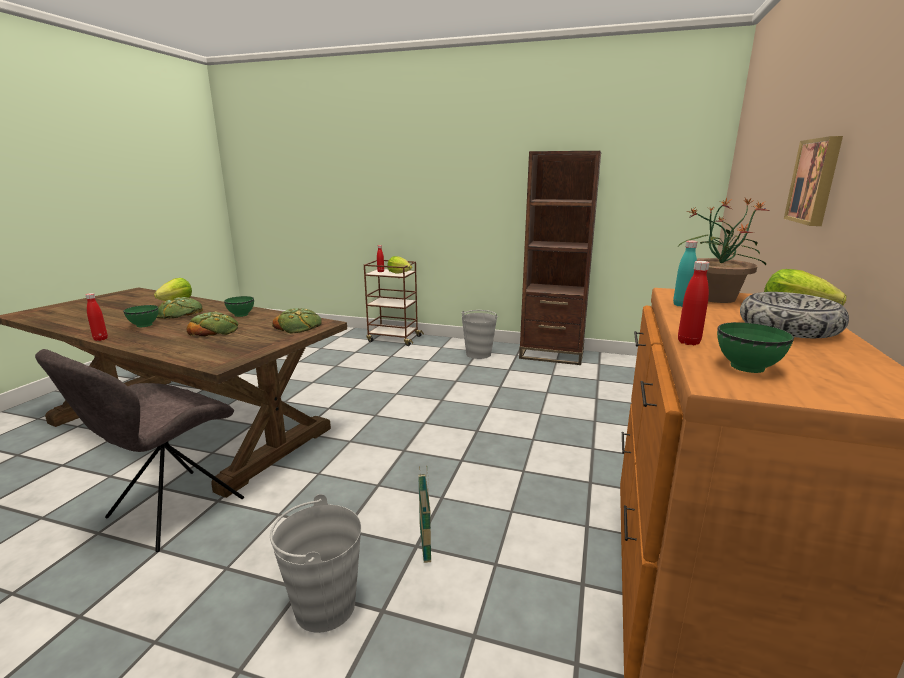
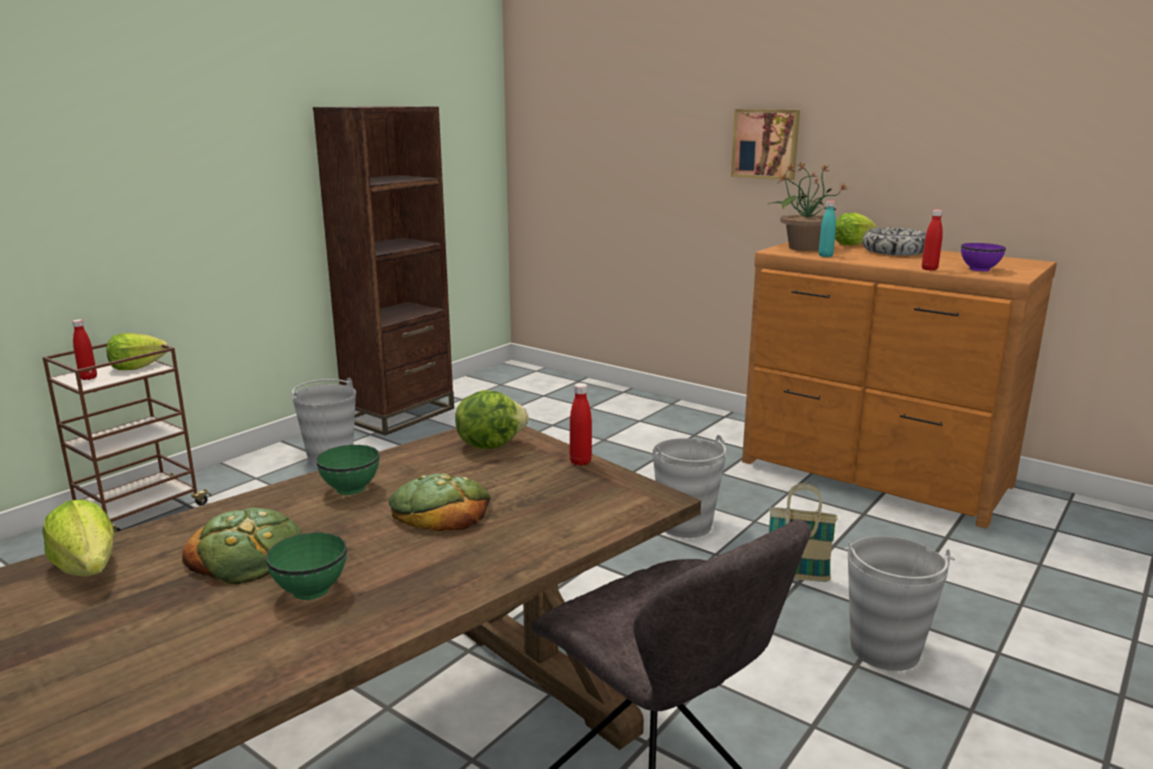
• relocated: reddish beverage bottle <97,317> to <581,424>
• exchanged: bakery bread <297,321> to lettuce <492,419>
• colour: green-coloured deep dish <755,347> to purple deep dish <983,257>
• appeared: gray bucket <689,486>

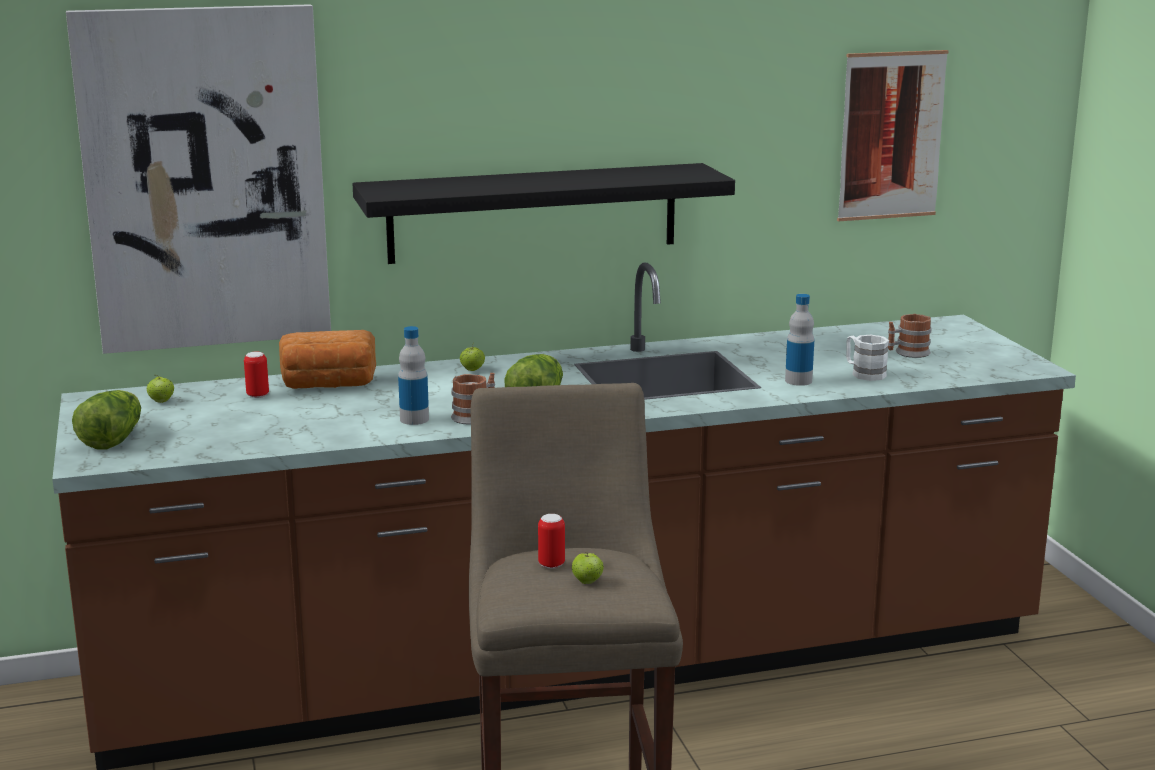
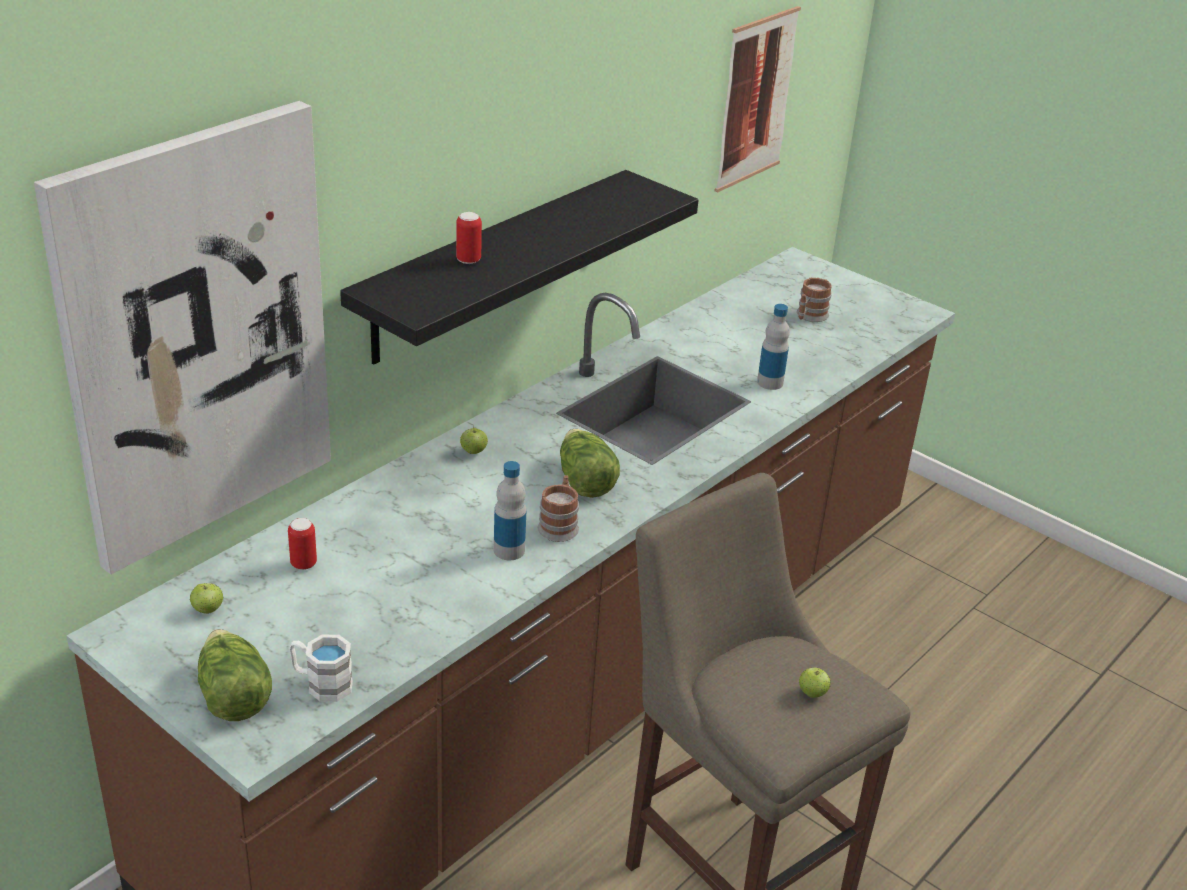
• missing: bakery bread <327,359>
• relocated: white tea mug <867,358> to <321,668>
• relocated: can <551,541> to <469,238>

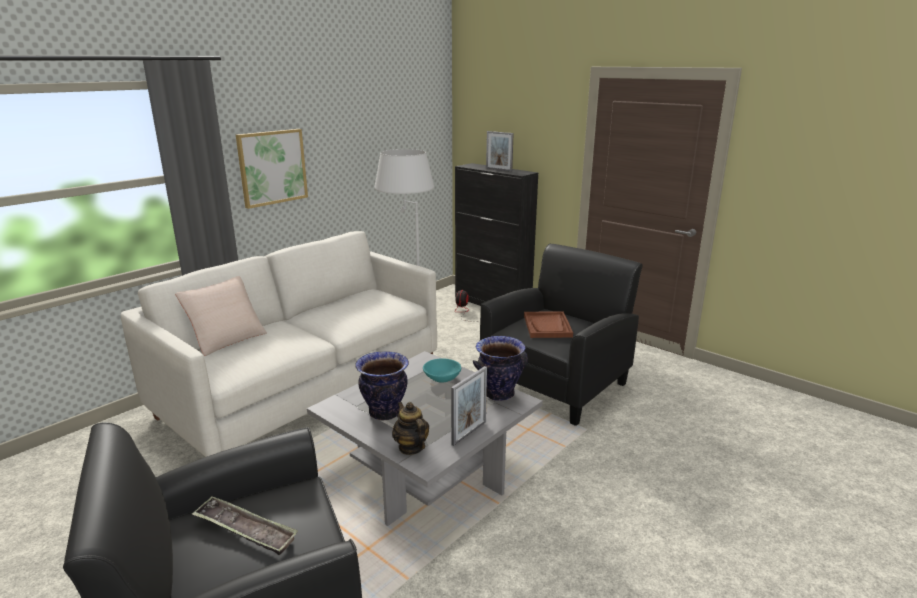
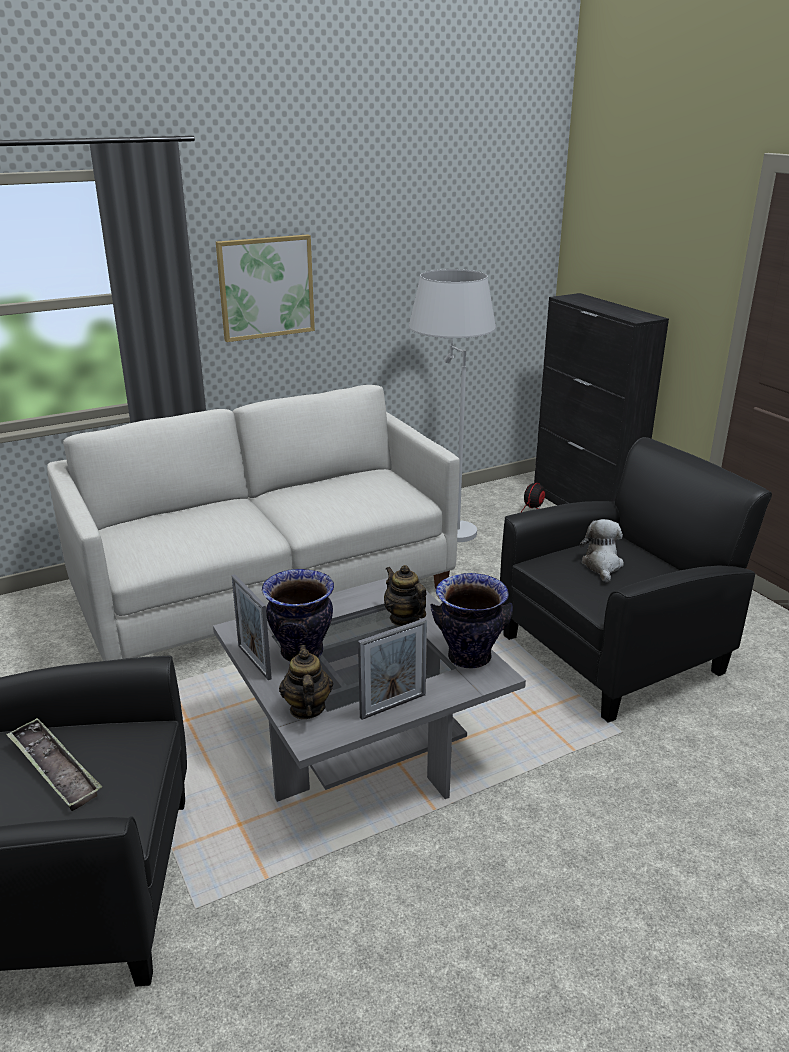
• relocated: photo frame <500,151> to <251,627>
• missing: sand-coloured pillow <221,316>
• exchanged: brownish serving tray <548,324> to soft toy <602,551>
• exchanged: turquoise-coloured deep dish <442,370> to teapot <405,595>

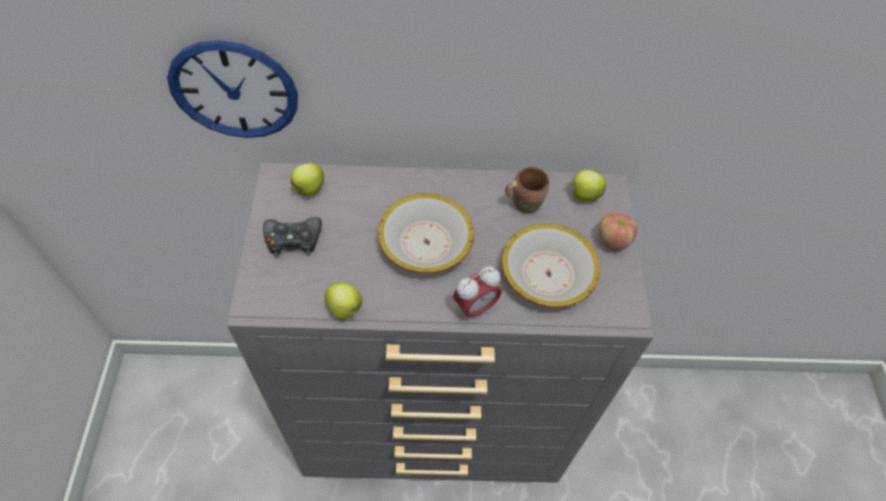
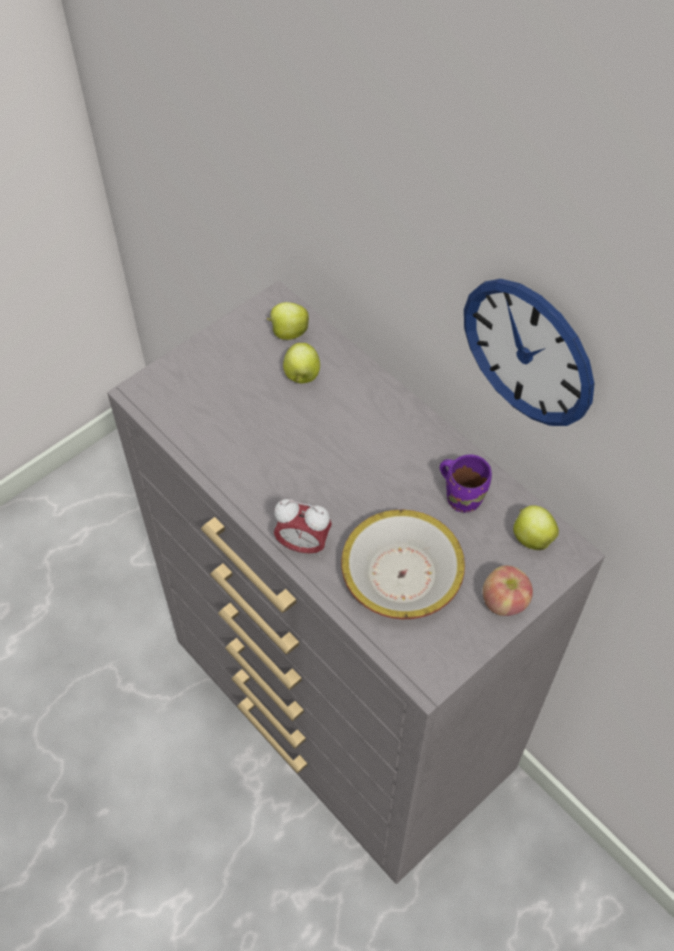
• relocated: clock on the wall <232,89> to <529,352>
• colour: brownish tea mug <527,190> to purple tea mug <466,483>
• missing: deep dish <426,233>
• missing: black joypad <292,237>
• relocated: apple <343,300> to <301,363>

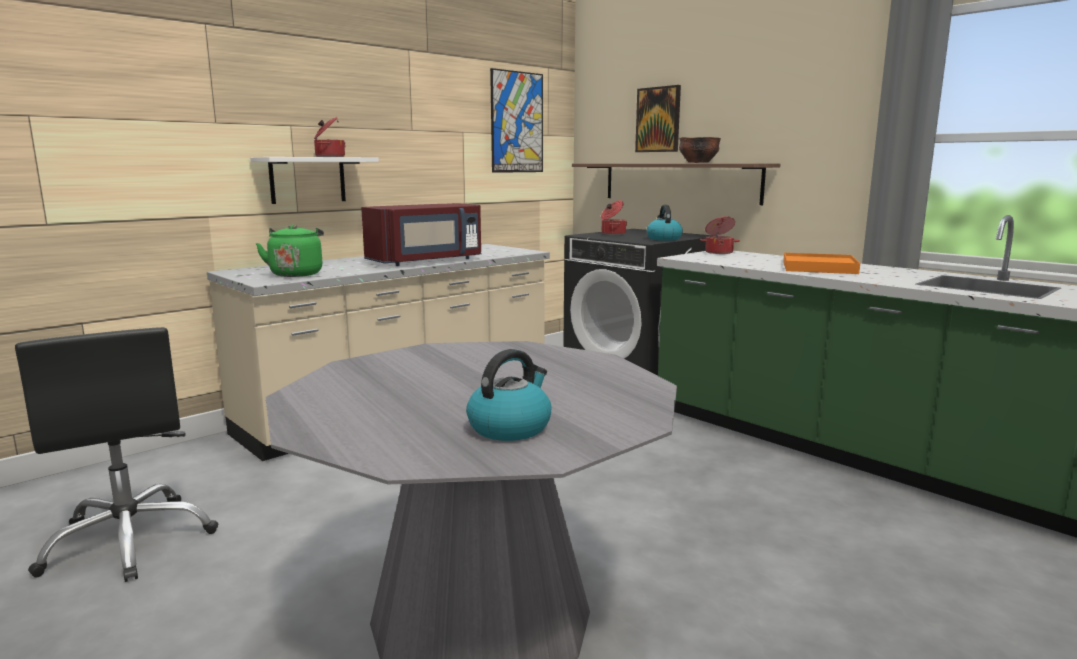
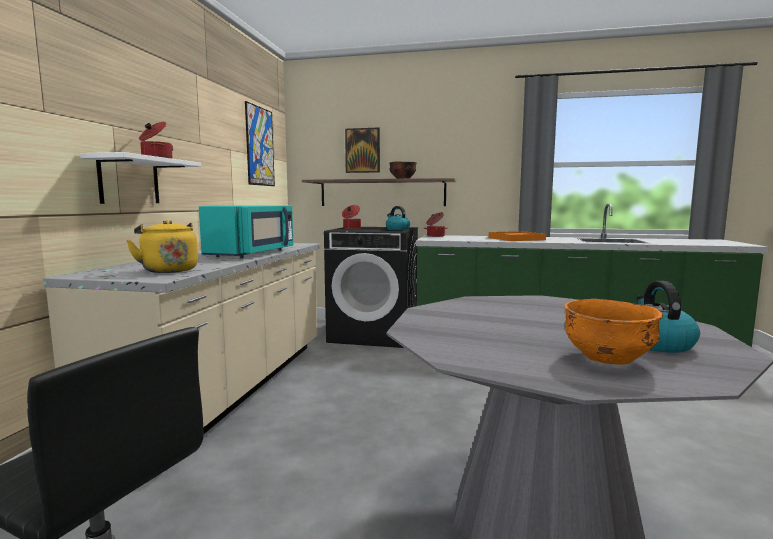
• colour: reddish microwave oven <421,234> to turquoise-coloured microwave oven <246,231>
• colour: green-coloured kettle <289,251> to yellowish kettle <162,246>
• appeared: orangey deep dish <613,332>

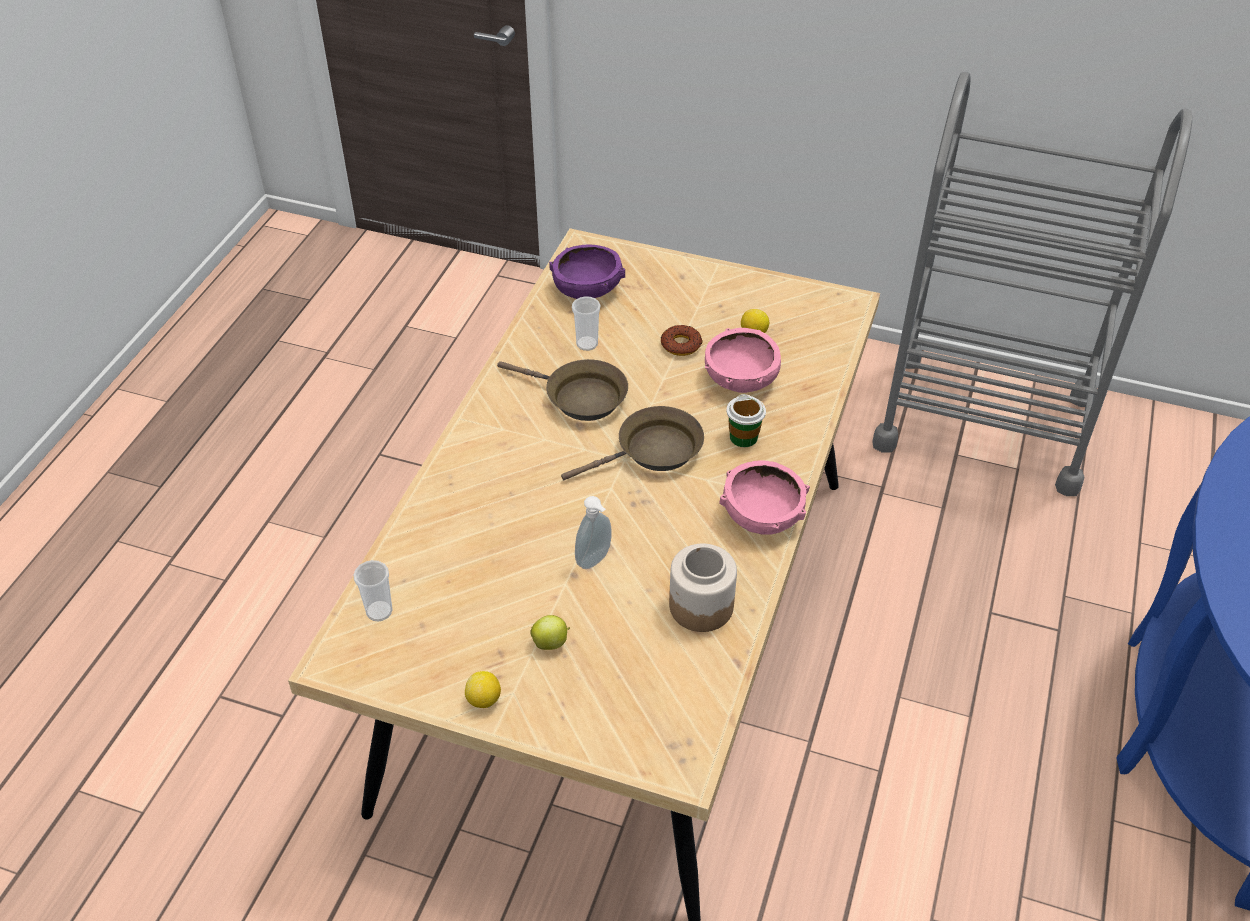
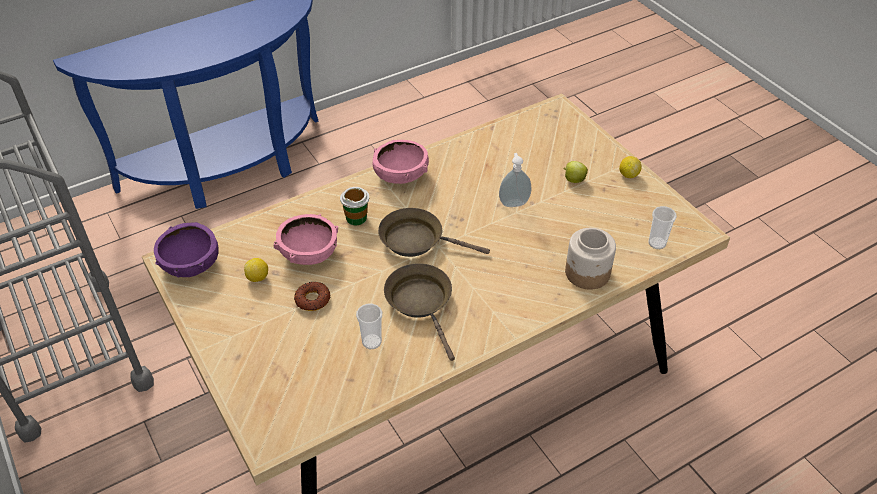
• relocated: purple deep dish <587,272> to <186,250>
• relocated: storage jar <703,588> to <590,259>

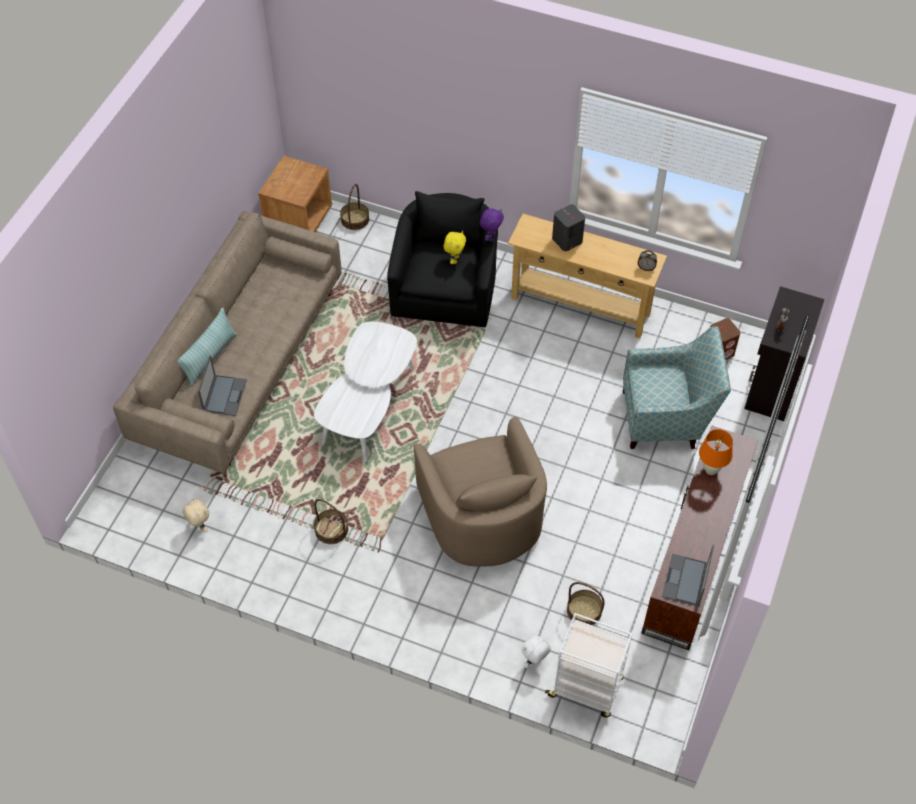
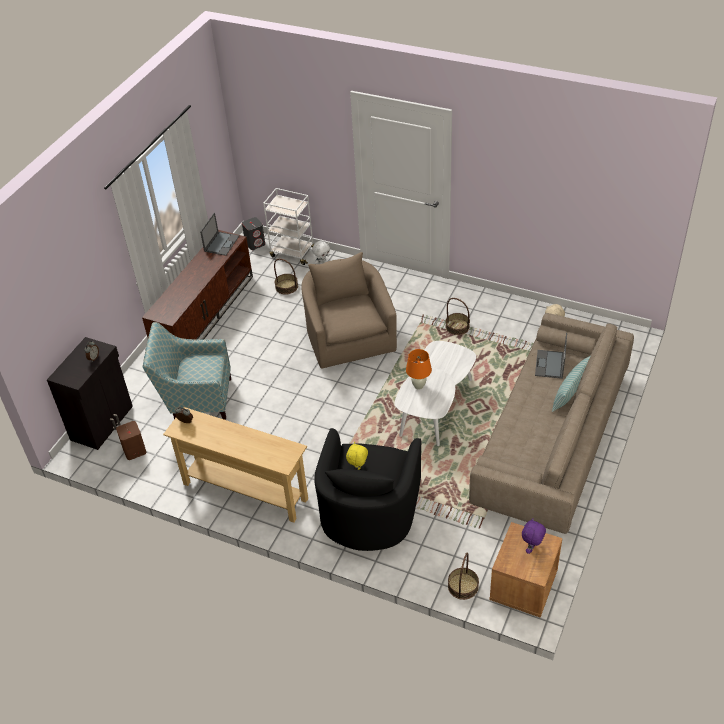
• relocated: gray loudspeaker <568,227> to <253,233>
• relocated: purple soft toy <492,224> to <534,536>
• relocated: orangey lamp for a table <716,452> to <419,369>

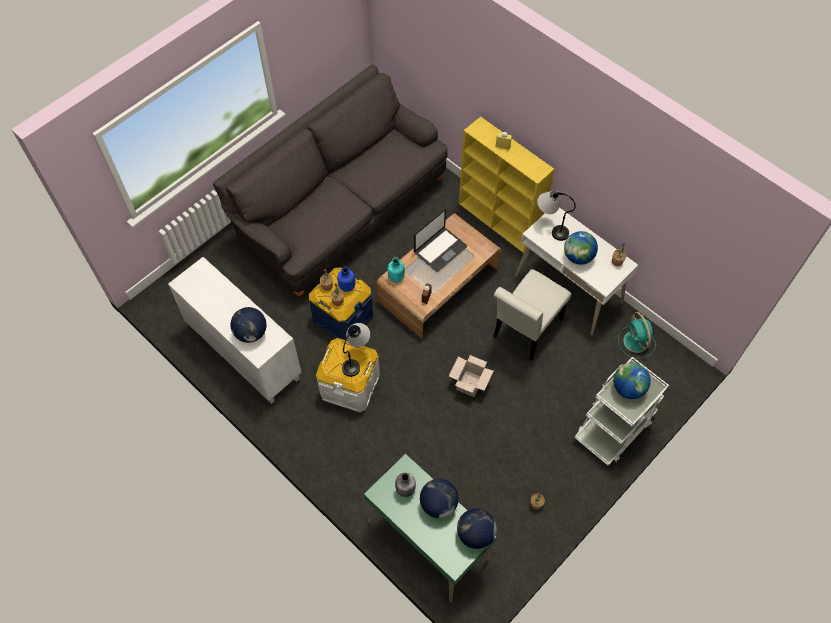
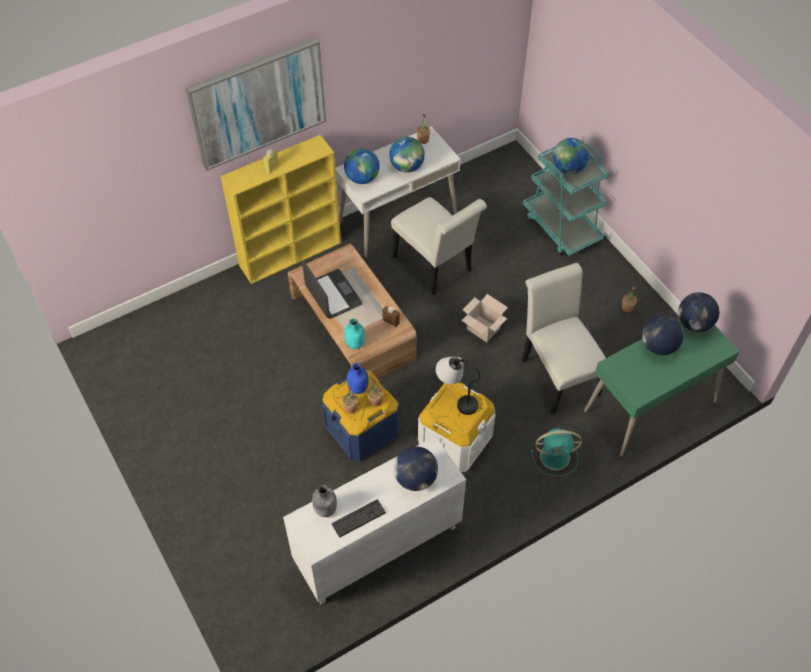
• missing: gray couch <330,180>
• exchanged: lamp for a table <556,215> to globe <362,166>
• relocated: turquoise-coloured electric fan <637,335> to <556,452>
• colour: white cart <621,411> to turquoise-coloured cart <566,199>
• relocated: gray beverage bottle <405,485> to <324,501>
• appeared: wall art <256,104>
• appeared: white upright chair <564,338>
• appeared: keyboard <359,518>

